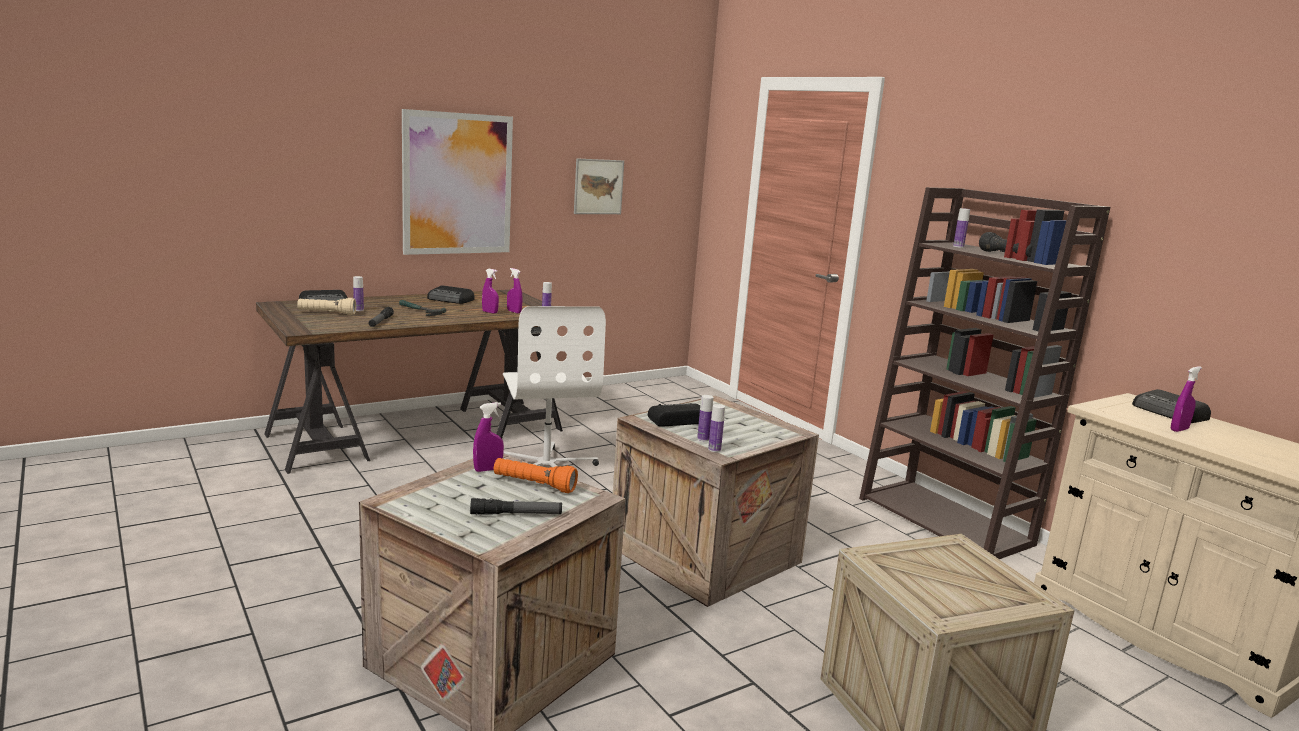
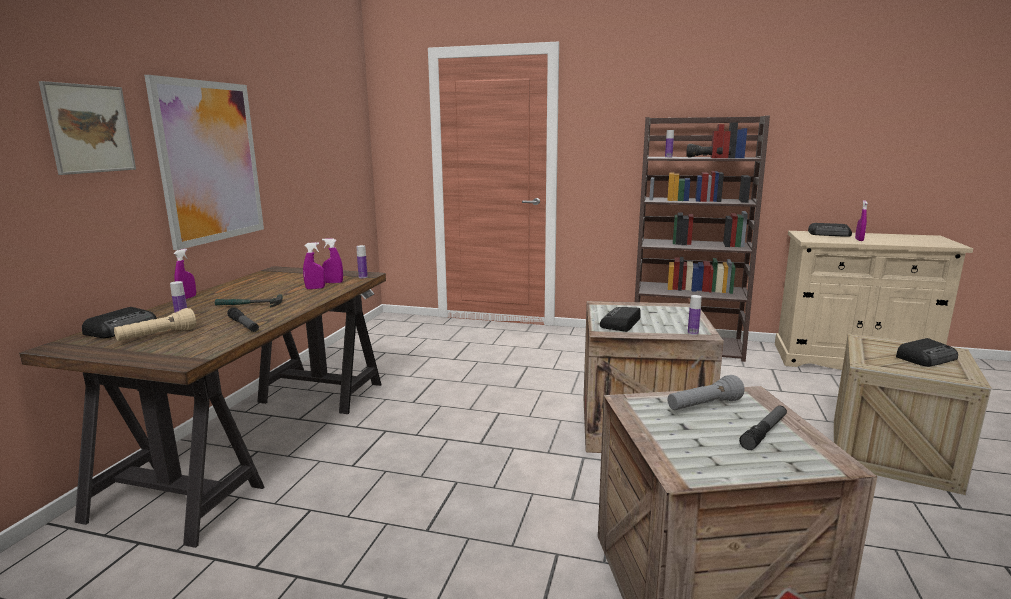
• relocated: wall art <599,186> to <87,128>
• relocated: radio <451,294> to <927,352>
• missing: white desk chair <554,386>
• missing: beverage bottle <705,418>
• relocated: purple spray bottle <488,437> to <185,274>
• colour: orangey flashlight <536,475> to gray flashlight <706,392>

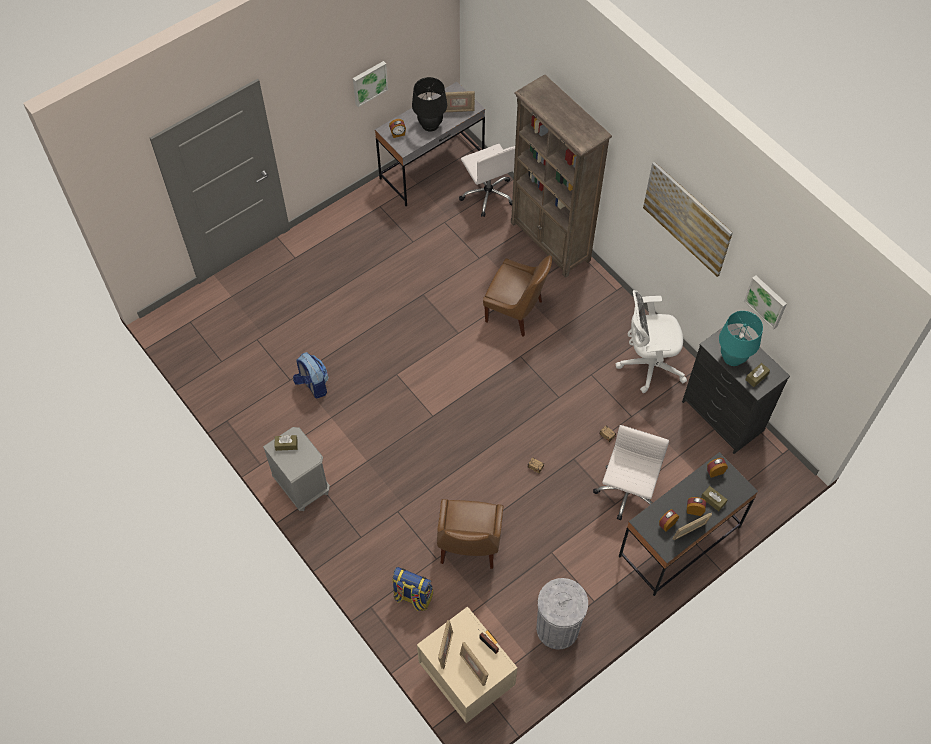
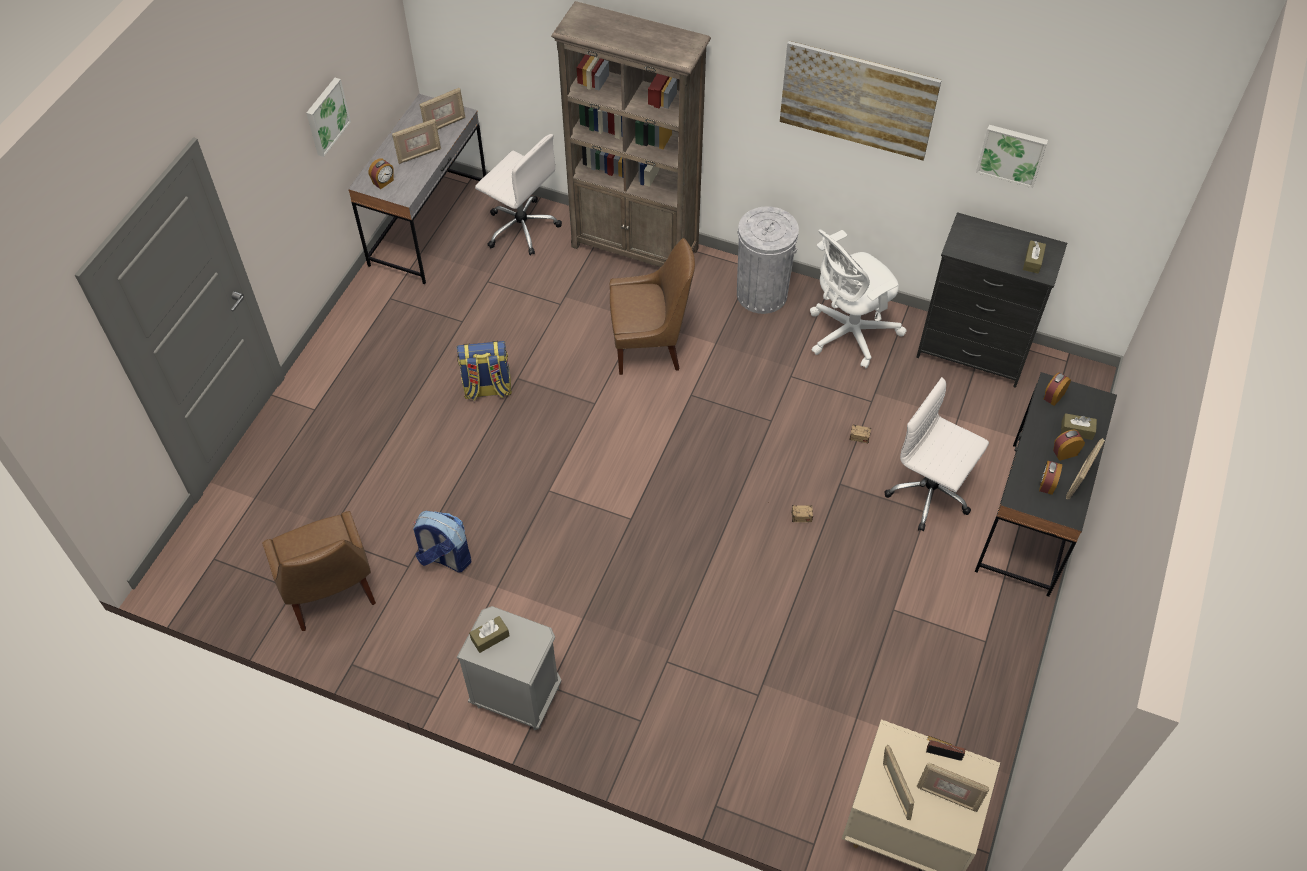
• exchanged: black lamp for a table <429,104> to photo frame <416,141>
• missing: turquoise-coloured lamp for a table <741,338>
• spun: white desk chair <631,472> = <936,454> 45 degrees counterclockwise
• relocated: brownish upright chair <470,534> to <319,571>
• relocated: rucksack <412,589> to <484,371>
• relocated: gray rubbish bin <562,614> to <768,260>

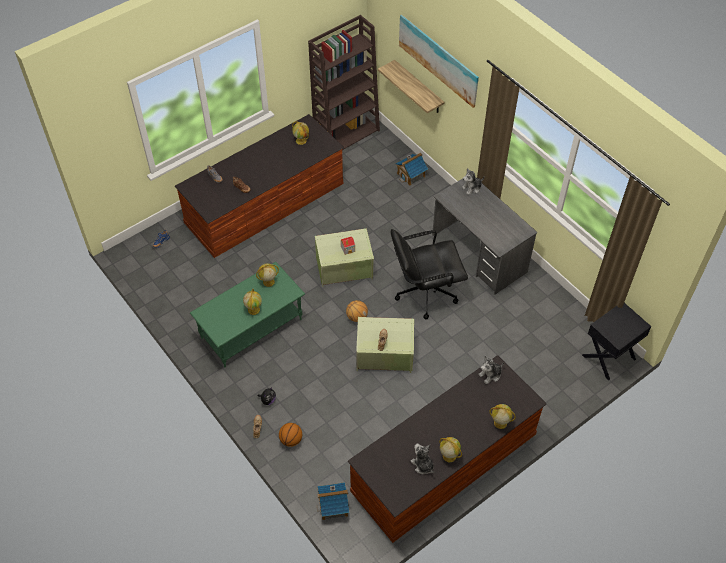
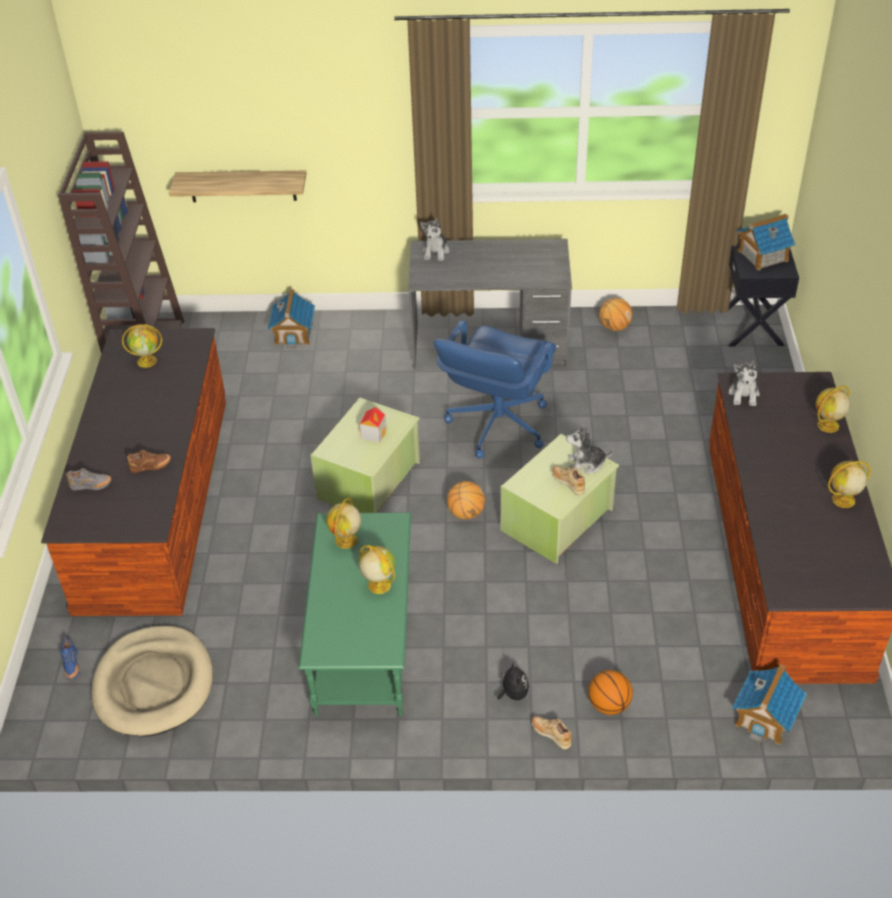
• missing: wall art <439,61>
• colour: black desk chair <429,274> to blue desk chair <495,389>
• relocated: soft toy <423,459> to <589,448>
• appeared: toy house <766,242>
• appeared: basketball <616,314>
• appeared: sand-coloured dog cushion <152,681>

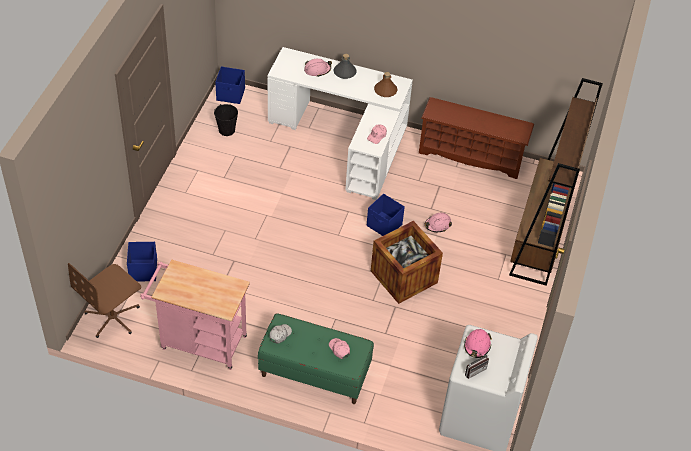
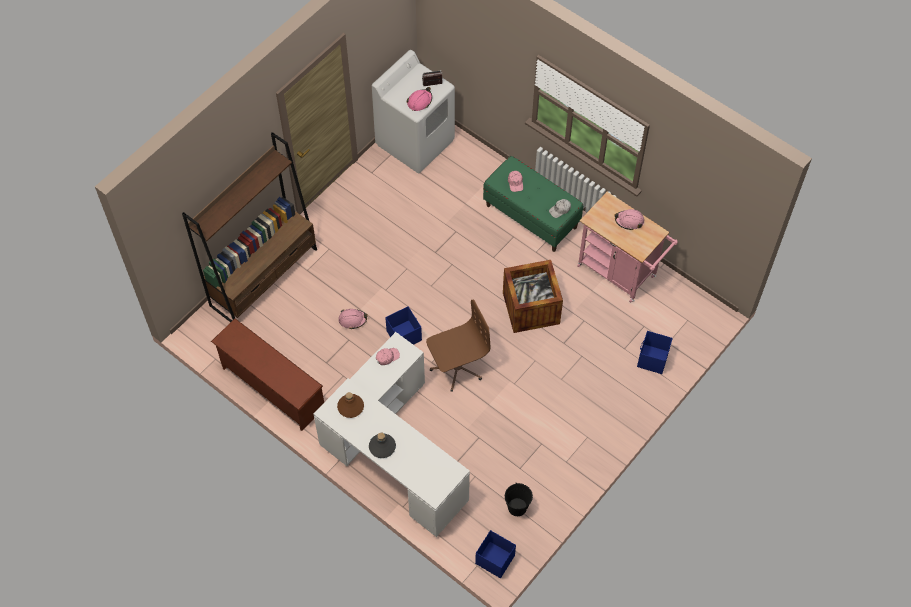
• relocated: pinkish hard hat <318,68> to <629,219>
• relocated: packing crate <407,262> to <533,296>
• relocated: brownish desk chair <104,300> to <458,346>

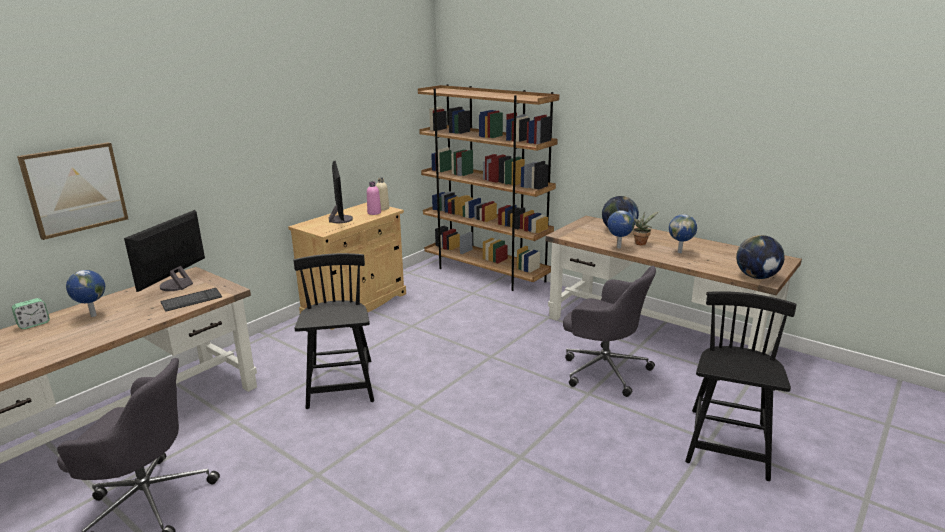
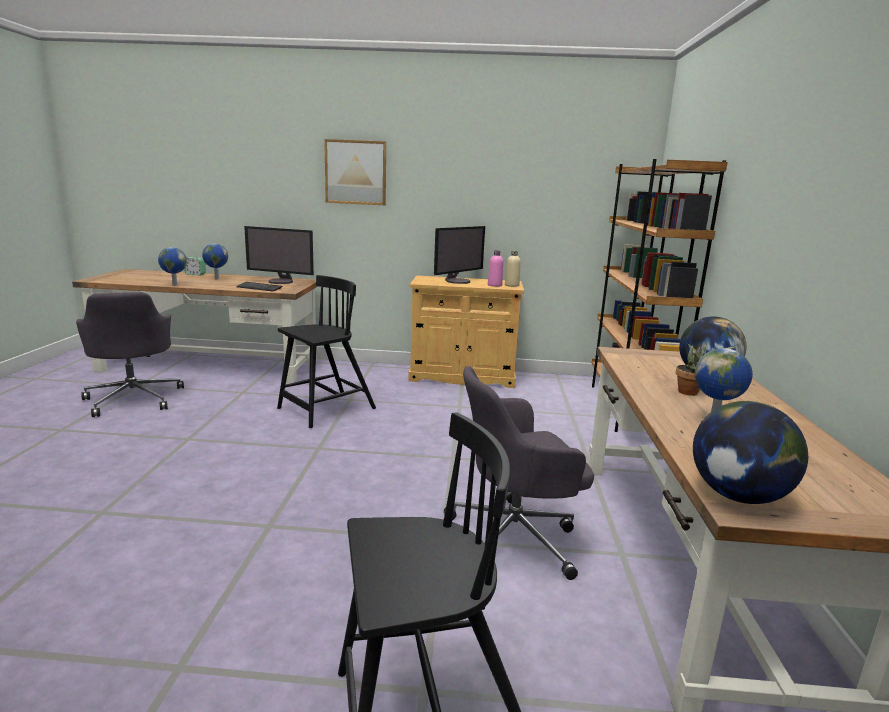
• relocated: wall art <72,191> to <355,172>
• spun: computer screen <164,251> = <279,255> 150 degrees counterclockwise
• relocated: globe <621,229> to <172,266>
• spun: gray desk chair <609,331> = <519,473> 75 degrees clockwise

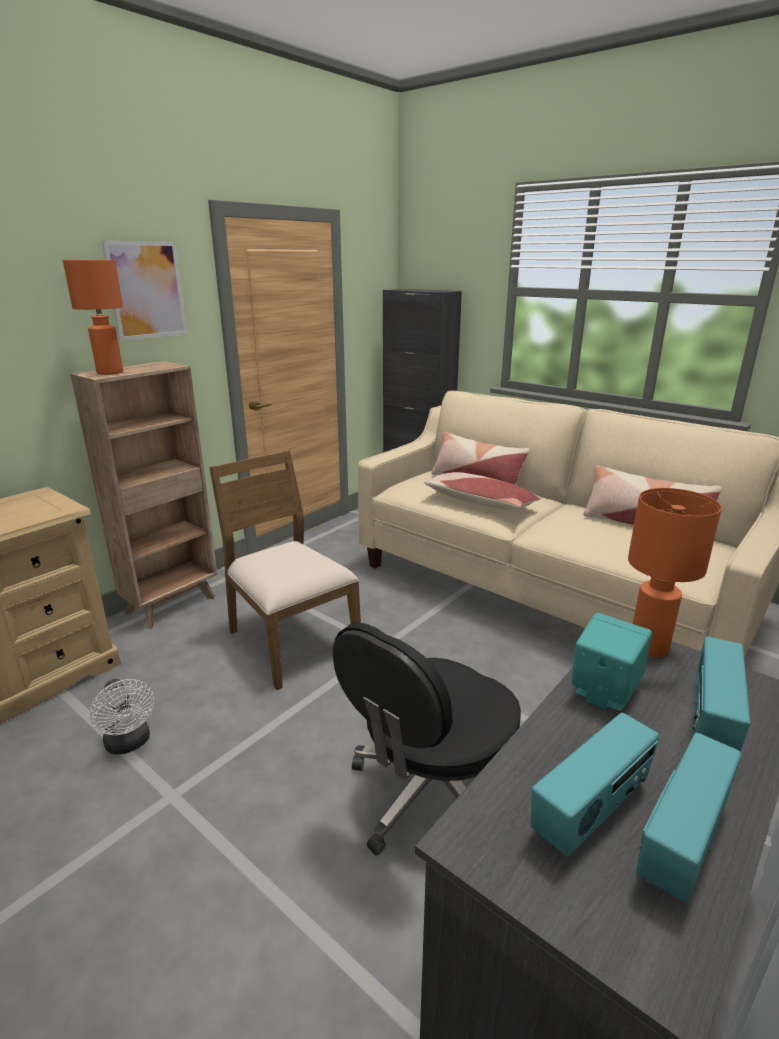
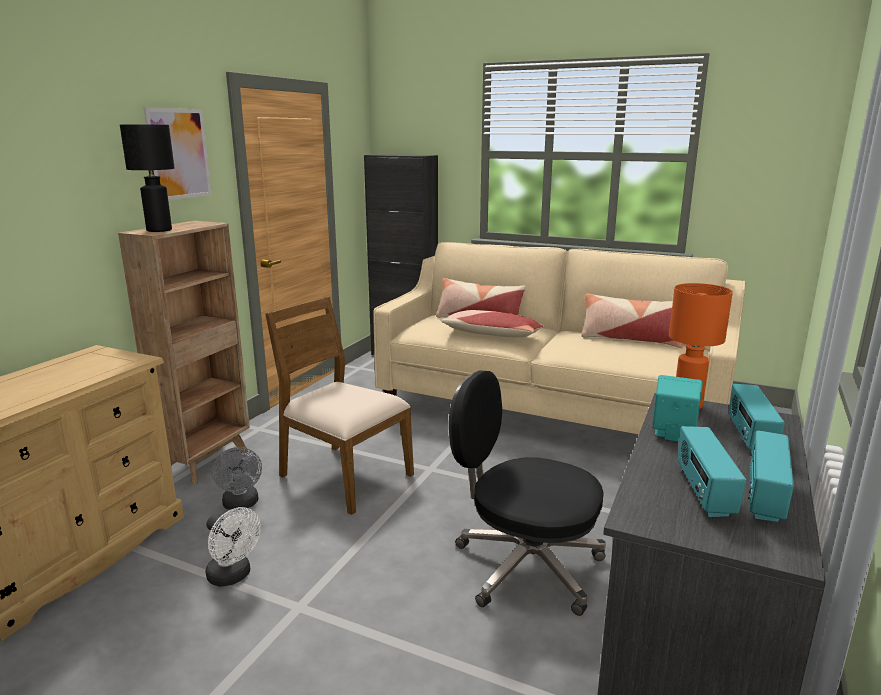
• colour: orangey lamp for a table <93,317> to black lamp for a table <147,178>
• spun: black desk chair <426,738> = <527,493> 90 degrees clockwise
• spun: radio <594,784> = <712,471> 150 degrees clockwise
• appeared: gray electric fan <237,478>

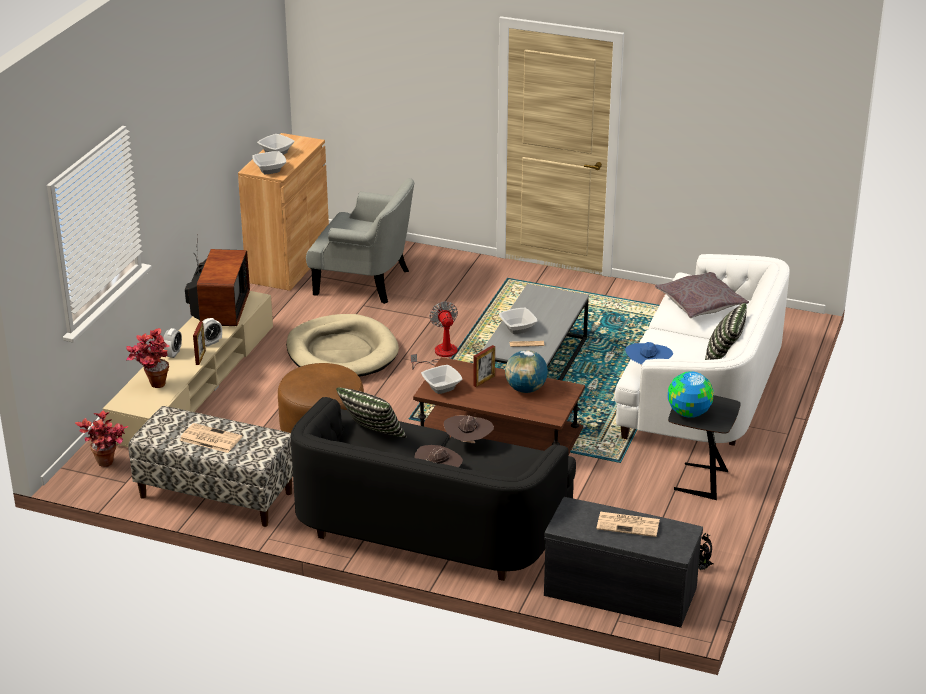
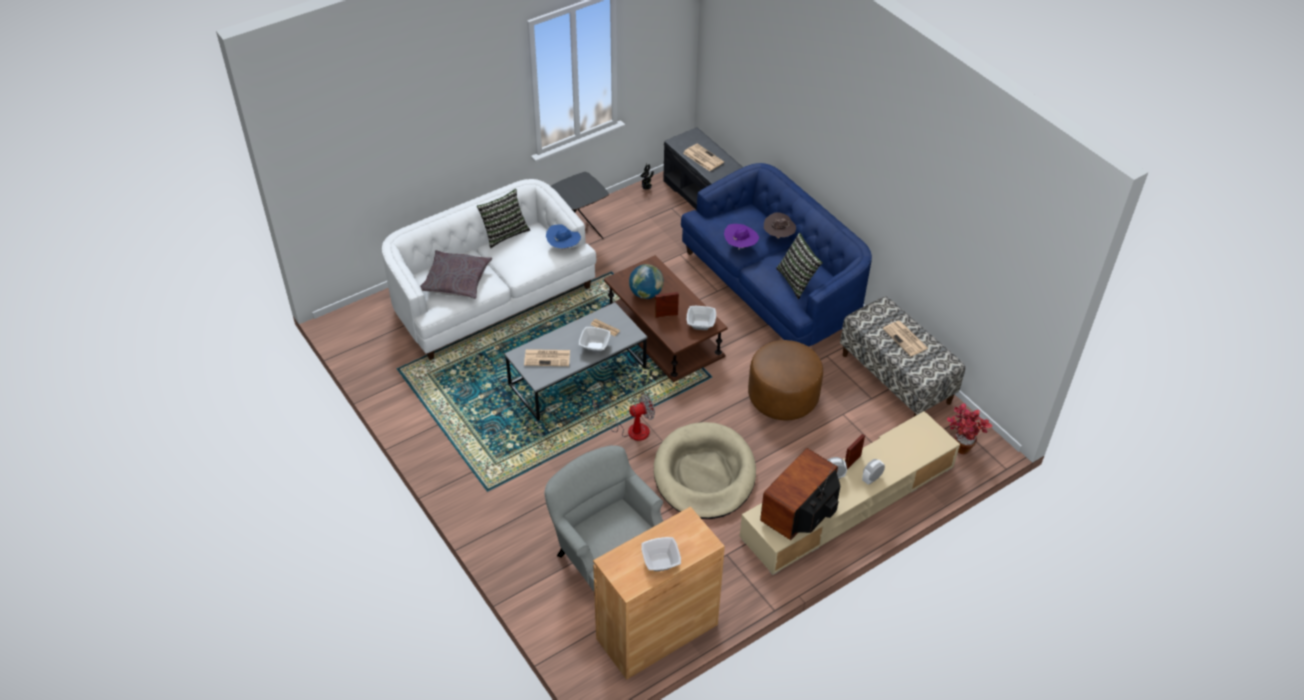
• missing: deep dish <269,162>
• spun: electric fan <434,335> = <624,417> 135 degrees counterclockwise
• missing: potted plant <148,358>
• missing: globe <691,394>
• colour: black couch <433,489> to blue couch <776,255>
• colour: brownish hat <469,429> to purple hat <741,237>
• appeared: printed paper <547,357>

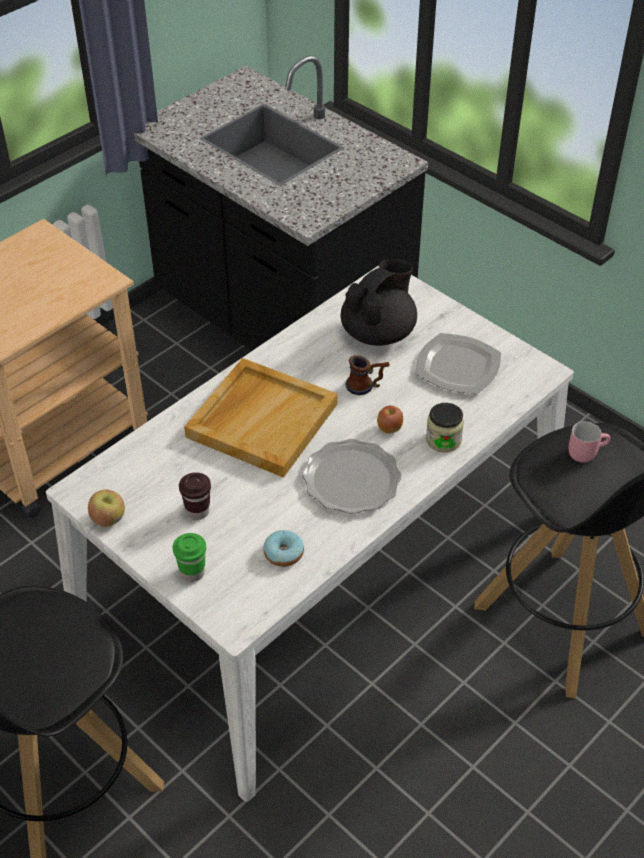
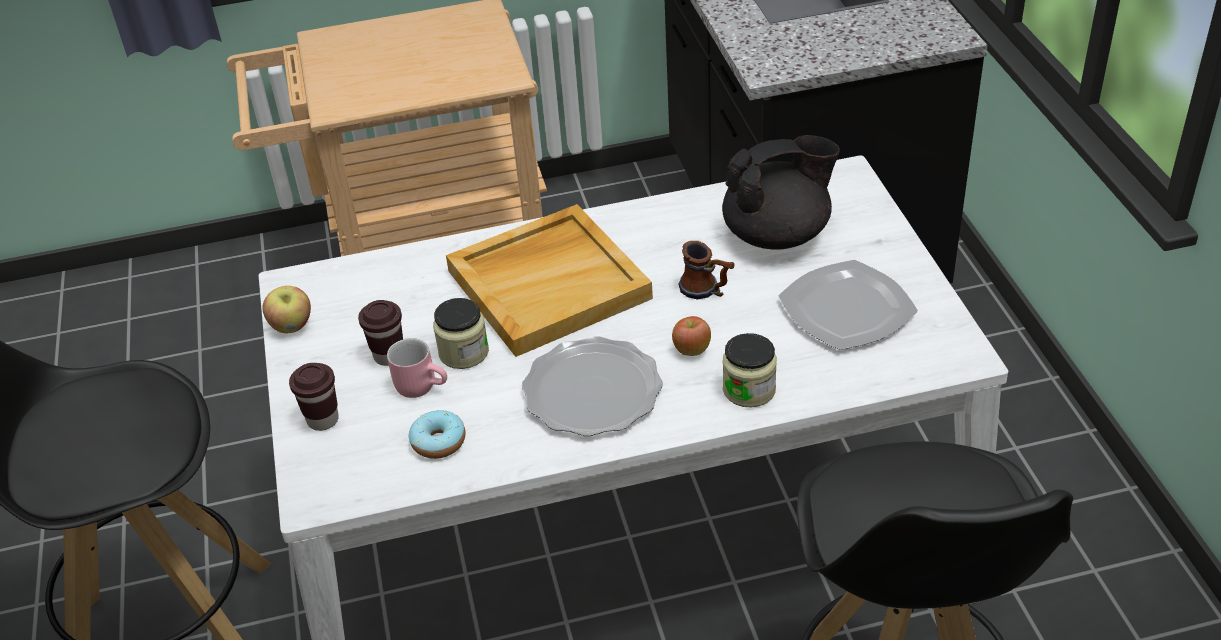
• relocated: pinkish tea mug <590,442> to <417,368>
• colour: green-coloured drinking cup <189,557> to brownish drinking cup <314,397>
• appeared: storage jar <461,333>

